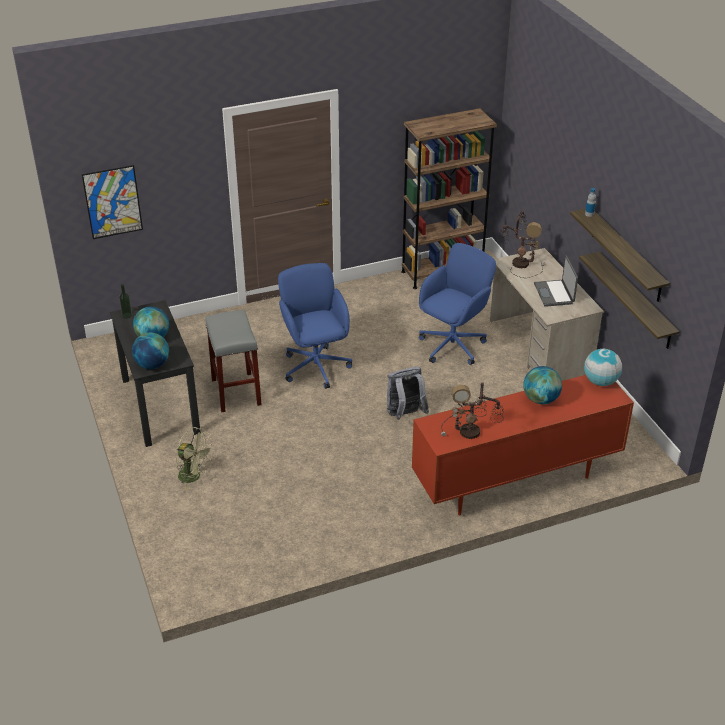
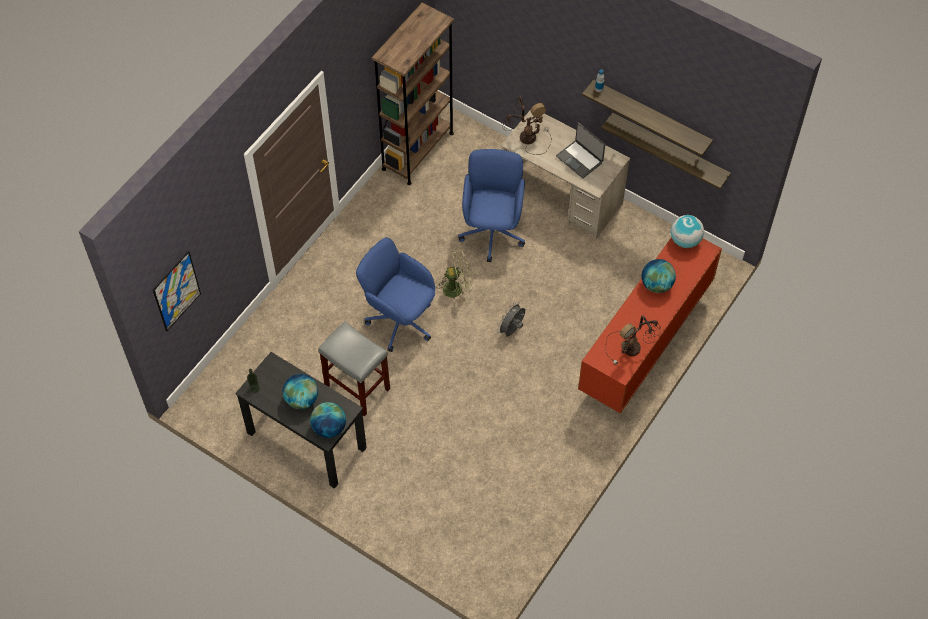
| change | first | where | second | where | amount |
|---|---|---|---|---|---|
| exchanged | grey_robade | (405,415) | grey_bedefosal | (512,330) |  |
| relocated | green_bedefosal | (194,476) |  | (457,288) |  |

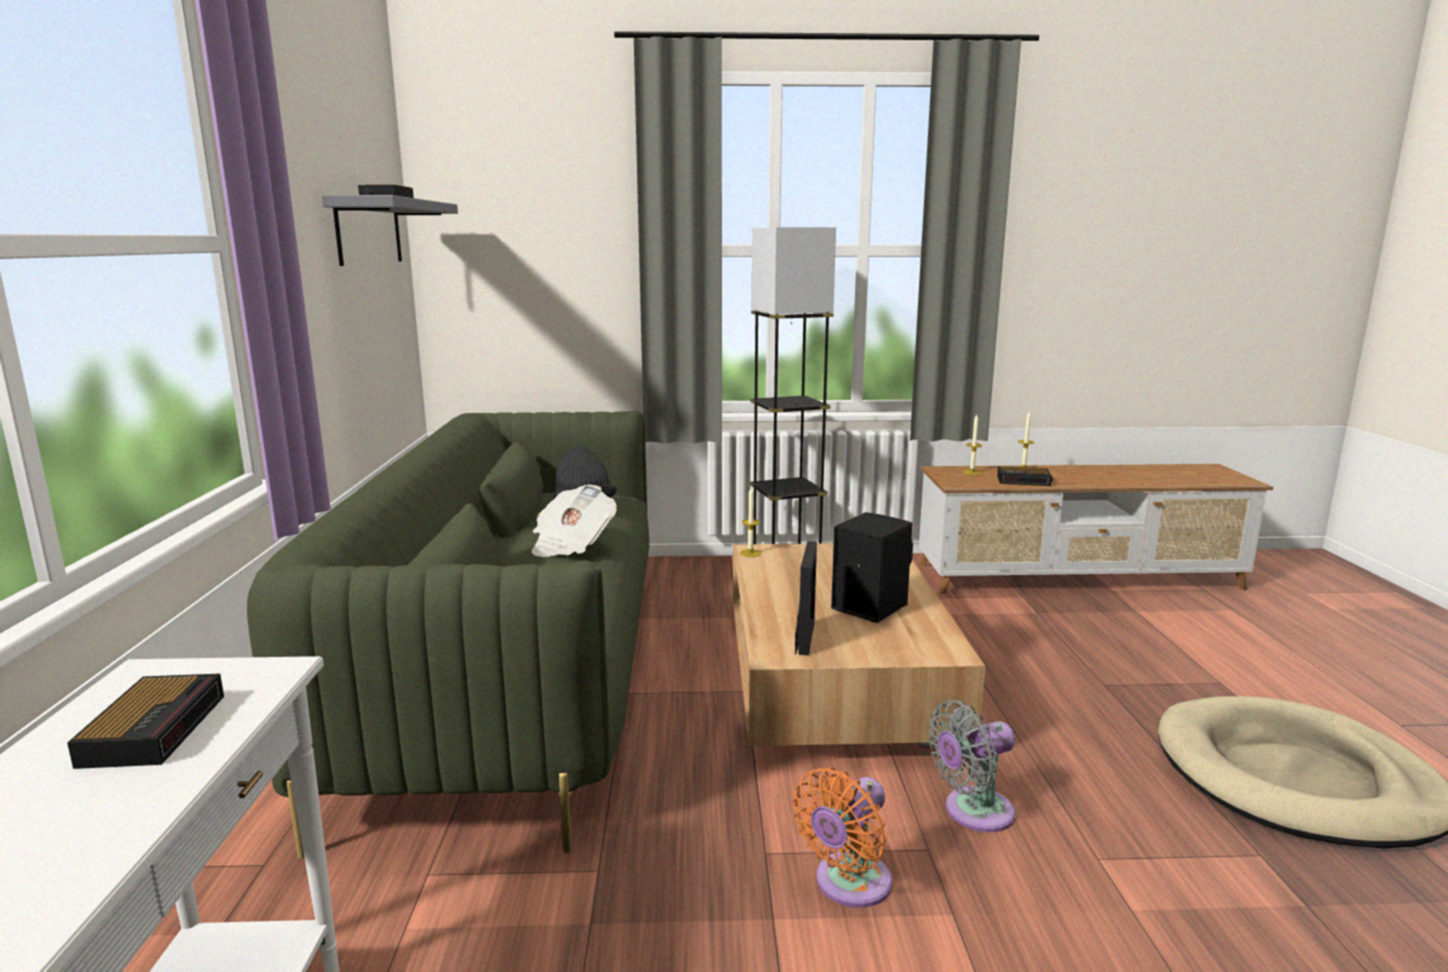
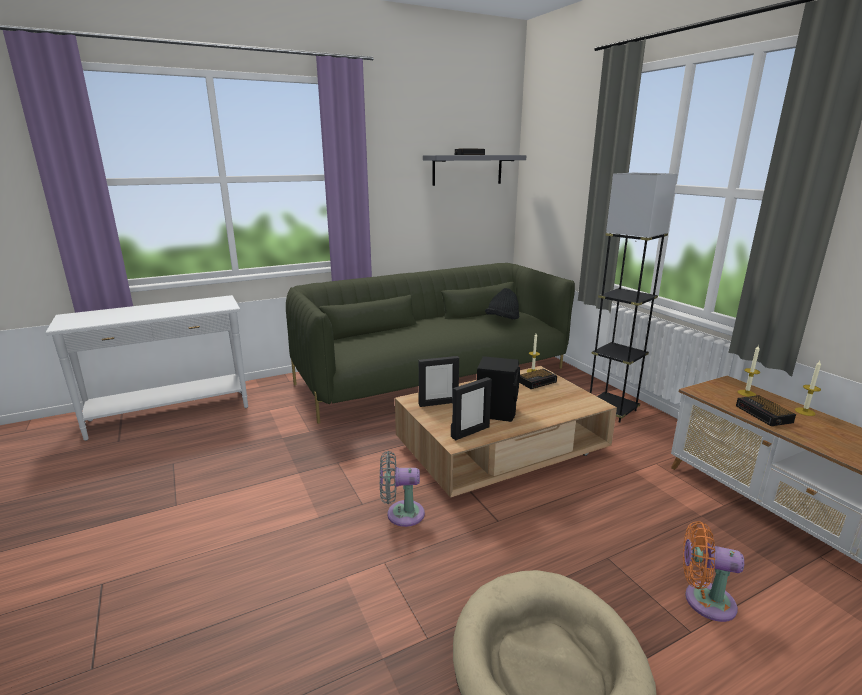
| change | first | where | second | where | amount |
|---|---|---|---|---|---|
| missing | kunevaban | (571,544) |  |  |  |
| relocated | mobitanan | (156,728) |  | (537,381) |  |
| spun | grey_bedefosal | (972,812) |  | (401,514) | 45 degrees counterclockwise |
| relocated | orange_bedefosal | (848,885) |  | (704,600) |  |
| appeared |  |  | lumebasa | (470,432) |  |

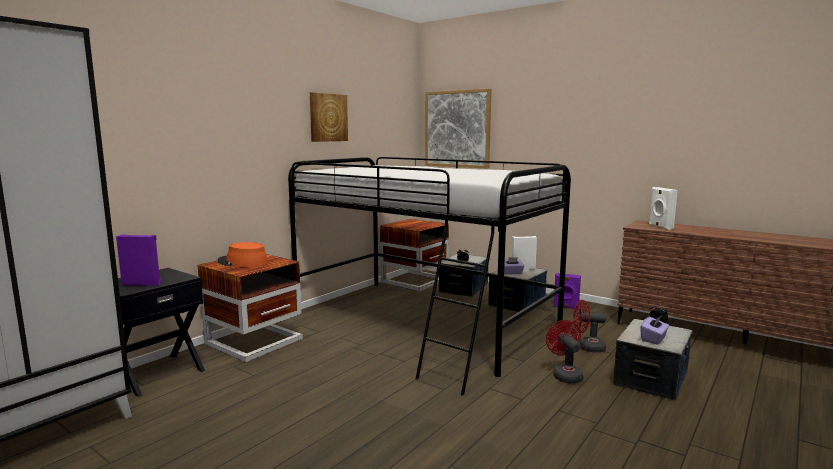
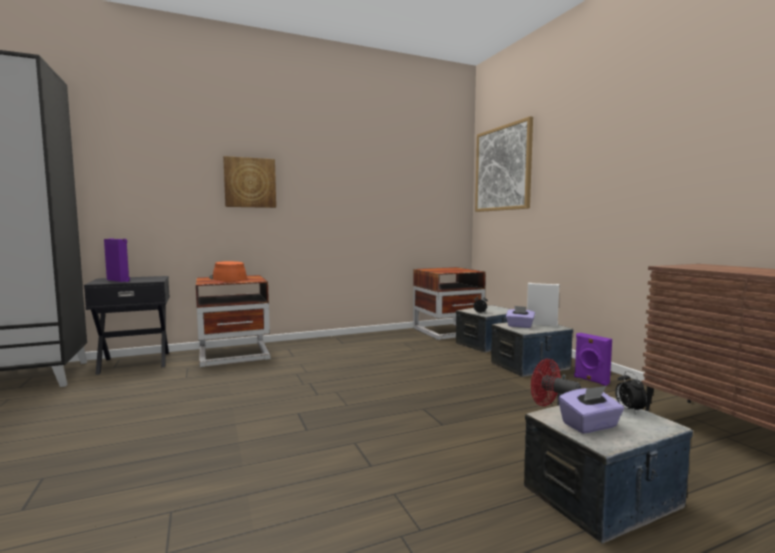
| change | first | where | second | where | amount |
|---|---|---|---|---|---|
| relocated | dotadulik | (328,117) |  | (250,182) |  |
| missing | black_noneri | (424,321) |  |  |  |
| missing | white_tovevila | (660,227) |  |  |  |
| missing | red_bedefosal | (565,375) |  |  |  |

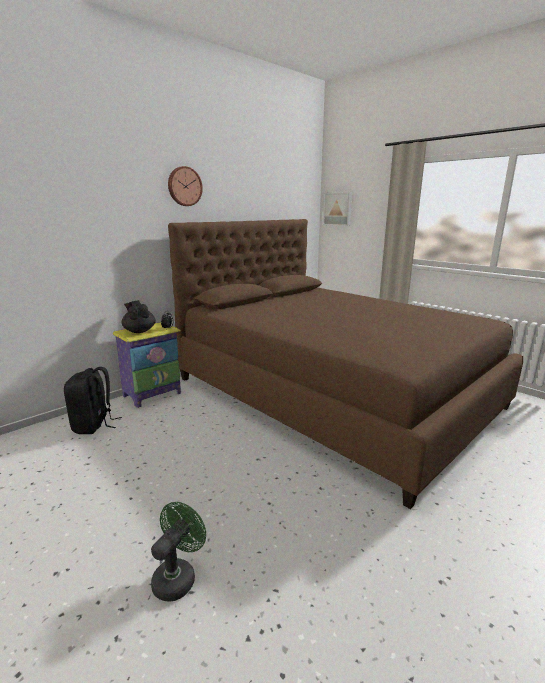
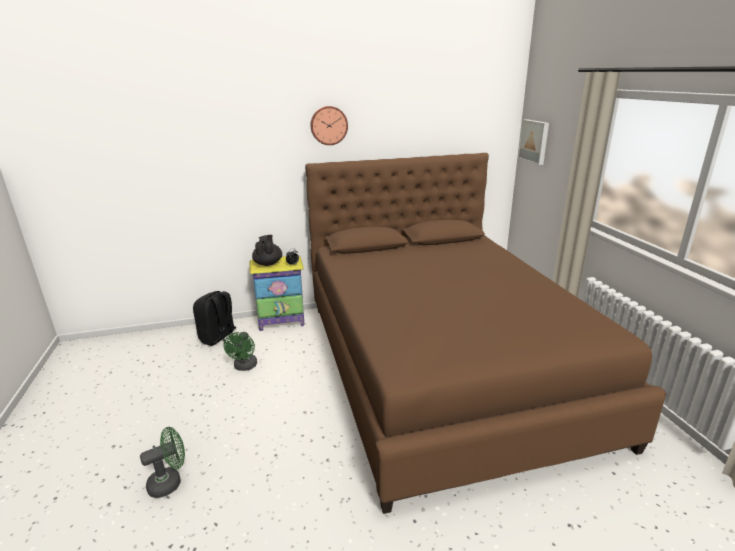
| change | first | where | second | where | amount |
|---|---|---|---|---|---|
| appeared |  |  | green_bedefosal | (245,367) |  |

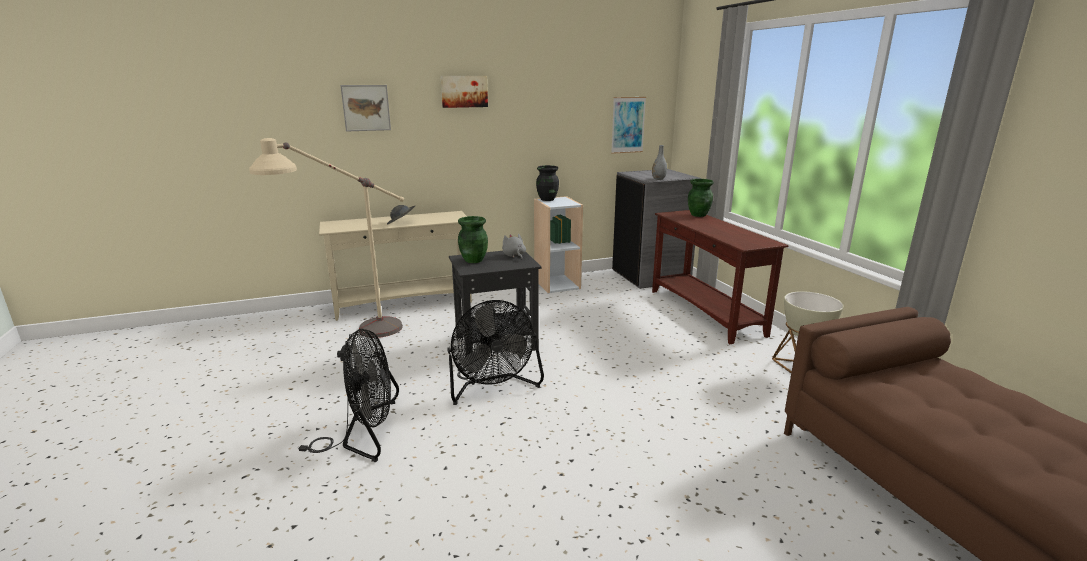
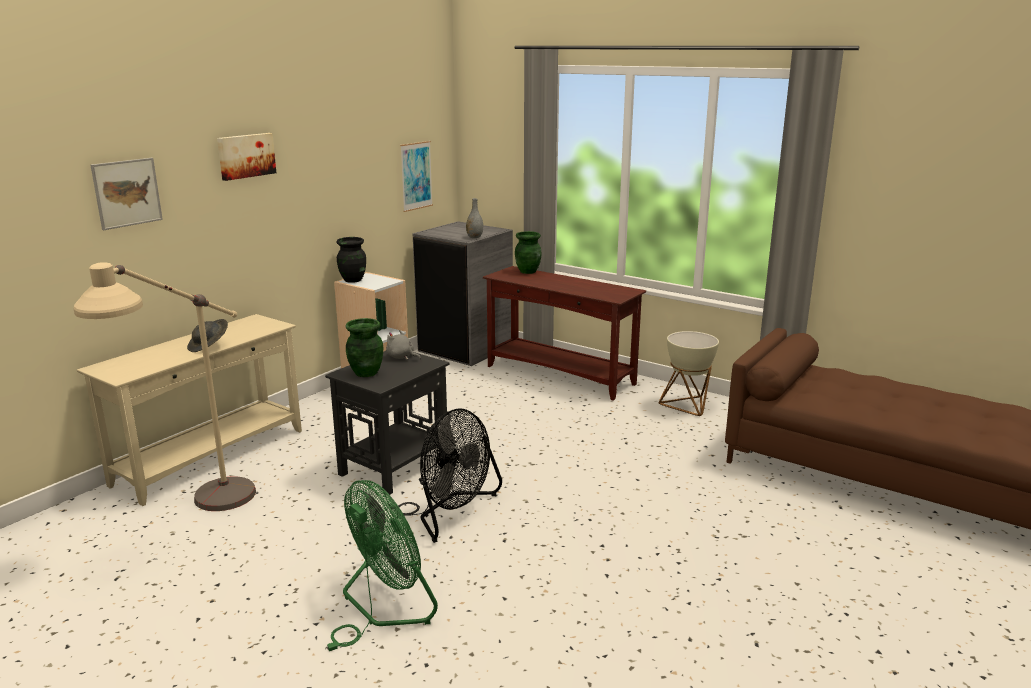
| change | first | where | second | where | amount |
|---|---|---|---|---|---|
| colour | black_bedefosal | (363,433) | green_bedefosal | (377,605) |  |

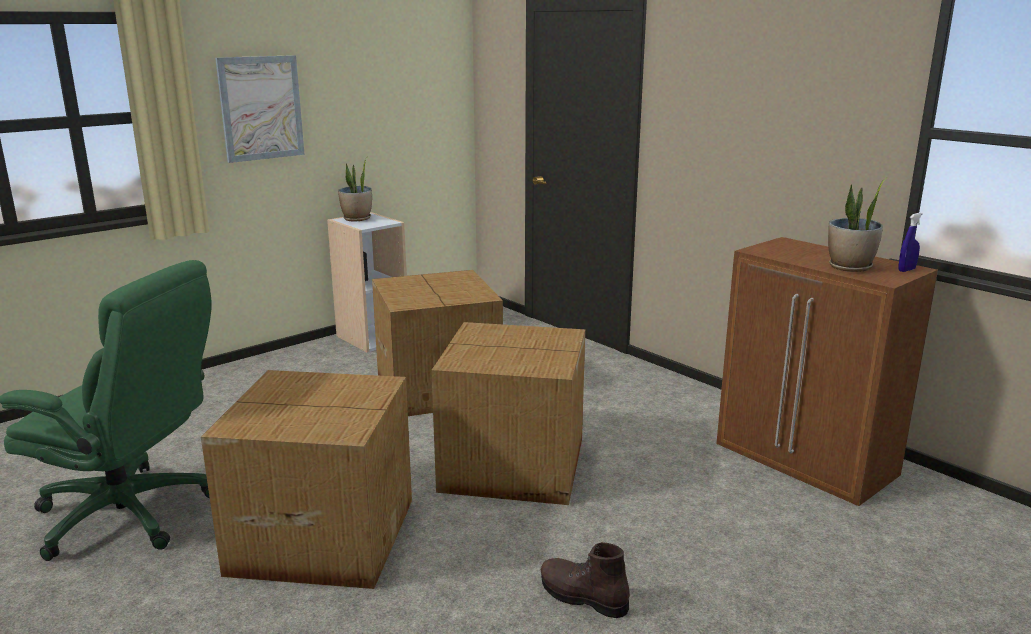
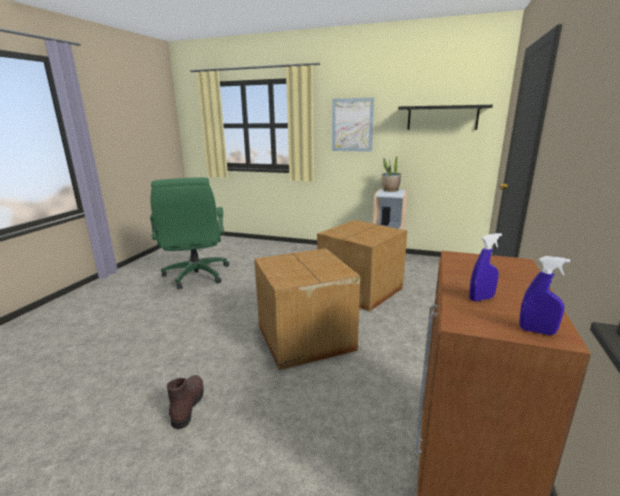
| change | first | where | second | where | amount |
|---|---|---|---|---|---|
| exchanged | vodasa | (850,267) | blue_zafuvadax | (481,298) |  |
| missing | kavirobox | (322,534) |  |  |  |
| appeared |  |  | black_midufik | (442,117) |  |

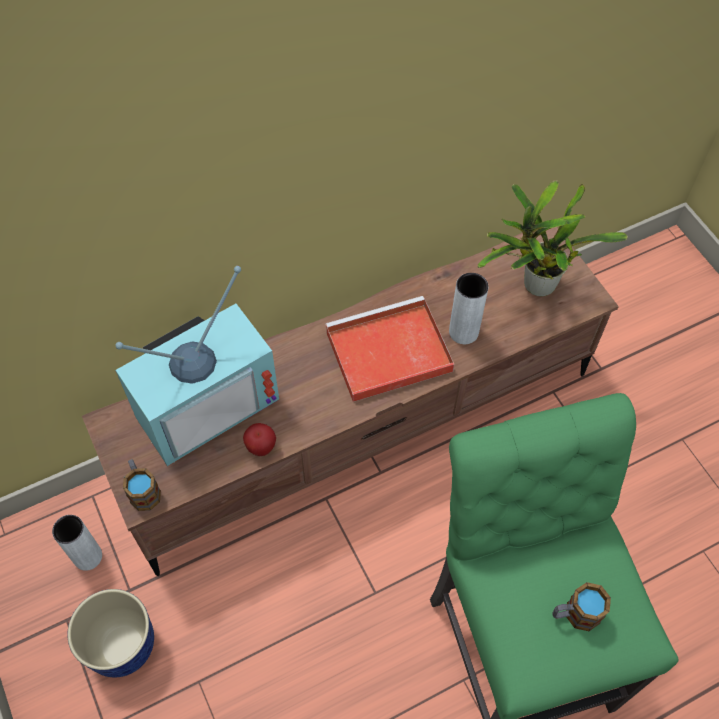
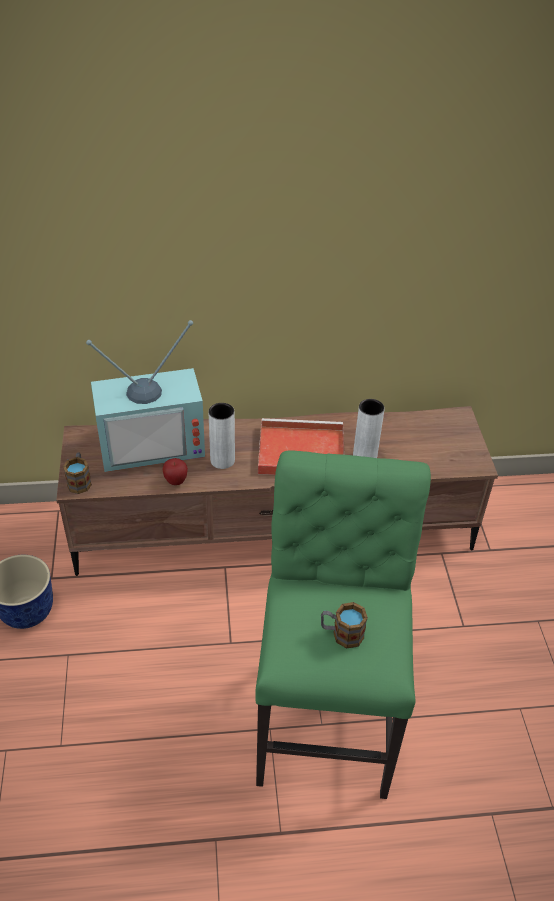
| change | first | where | second | where | amount |
|---|---|---|---|---|---|
| missing | vodasa | (533,285) |  |  |  |
| relocated | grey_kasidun | (88,556) |  | (222,460) |  |

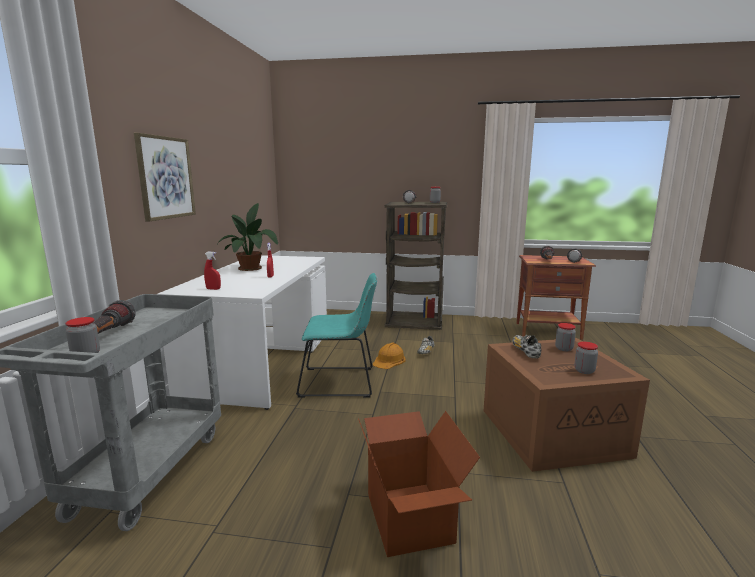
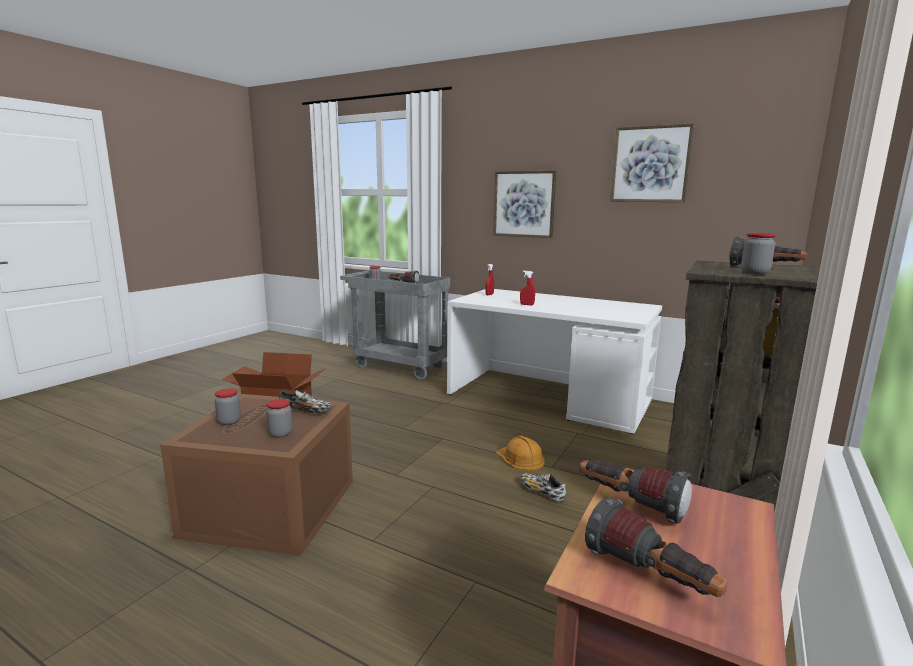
| change | first | where | second | where | amount |
|---|---|---|---|---|---|
| missing | vodasa | (252,268) |  |  |  |
| missing | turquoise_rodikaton | (341,382) |  |  |  |
| appeared |  |  | dotadulik | (650,164) |  |

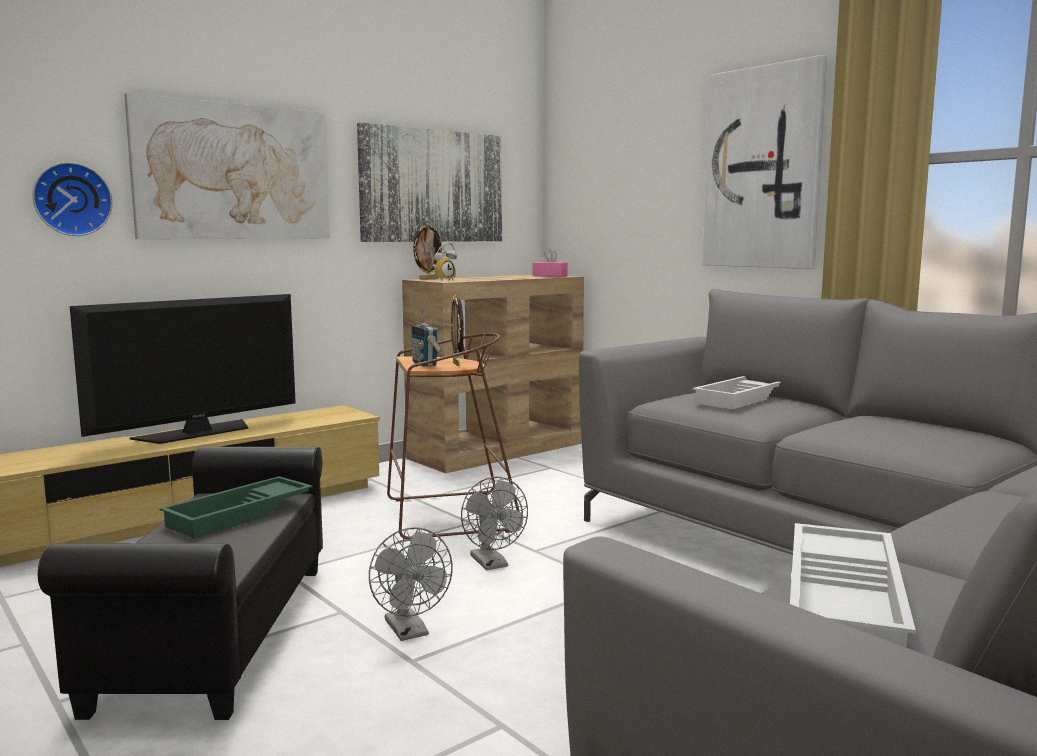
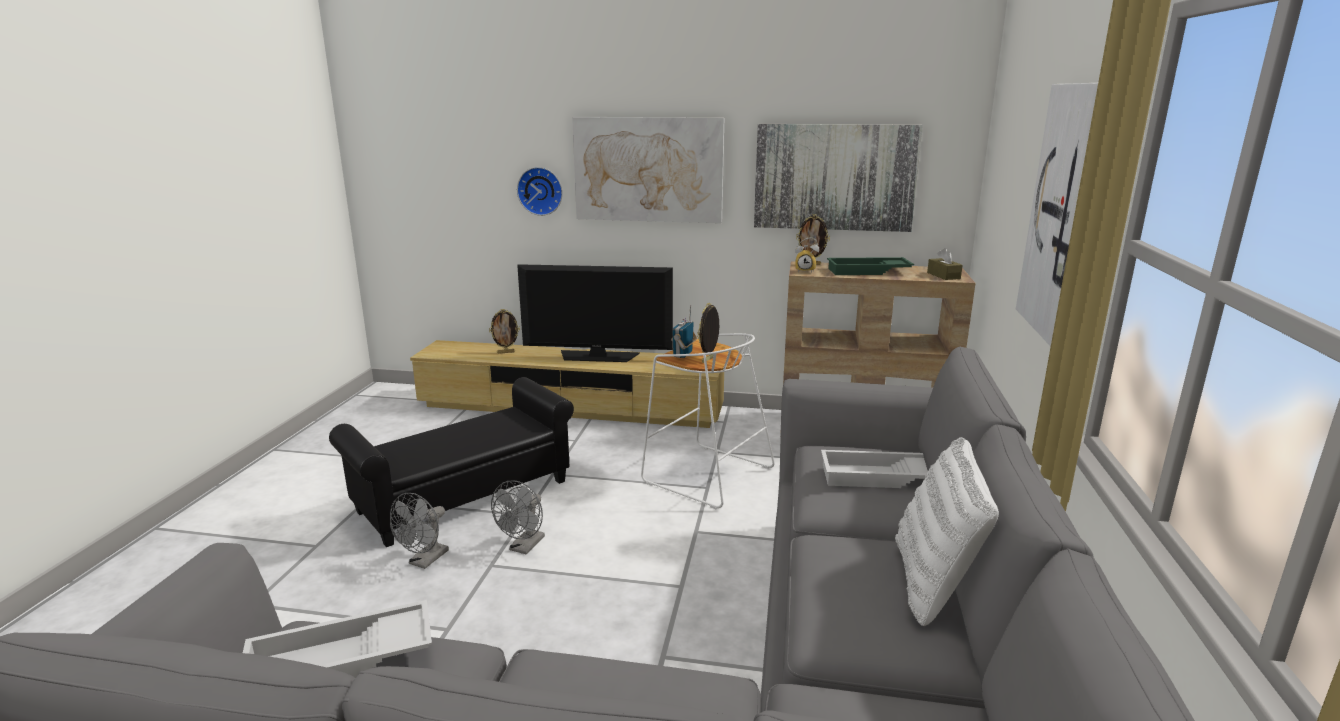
| change | first | where | second | where | amount |
|---|---|---|---|---|---|
| colour | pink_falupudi | (550,276) | brown_falupudi | (943,275) |  |
| colour | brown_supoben | (448,516) | white_supoben | (705,475) |  |
| relocated | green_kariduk | (240,515) |  | (868,271) |  |
| relocated | grey_bedefosal | (492,564) |  | (425,561) |  |
| appeared |  |  | lumebasa | (506,352) |  |
| appeared |  |  | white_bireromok | (933,586) |  |

